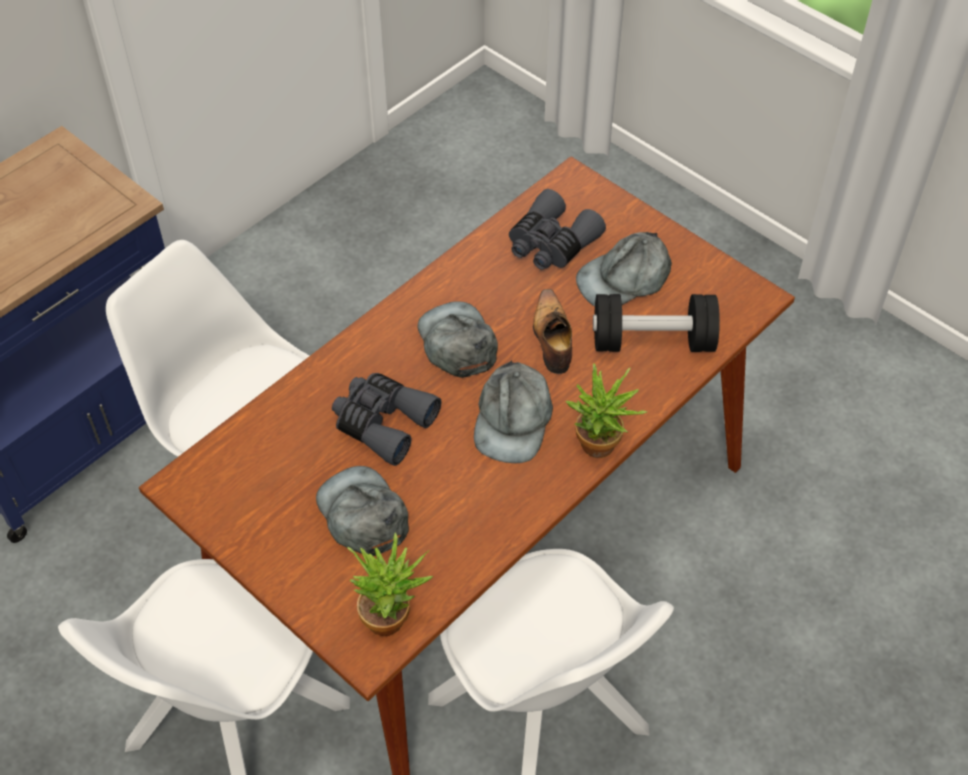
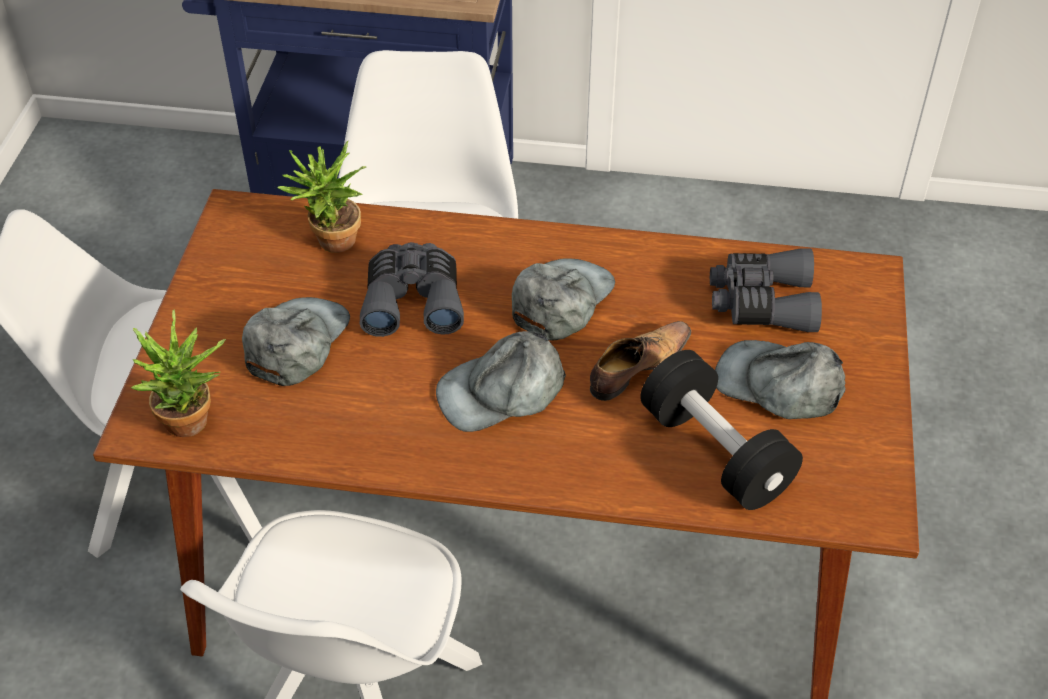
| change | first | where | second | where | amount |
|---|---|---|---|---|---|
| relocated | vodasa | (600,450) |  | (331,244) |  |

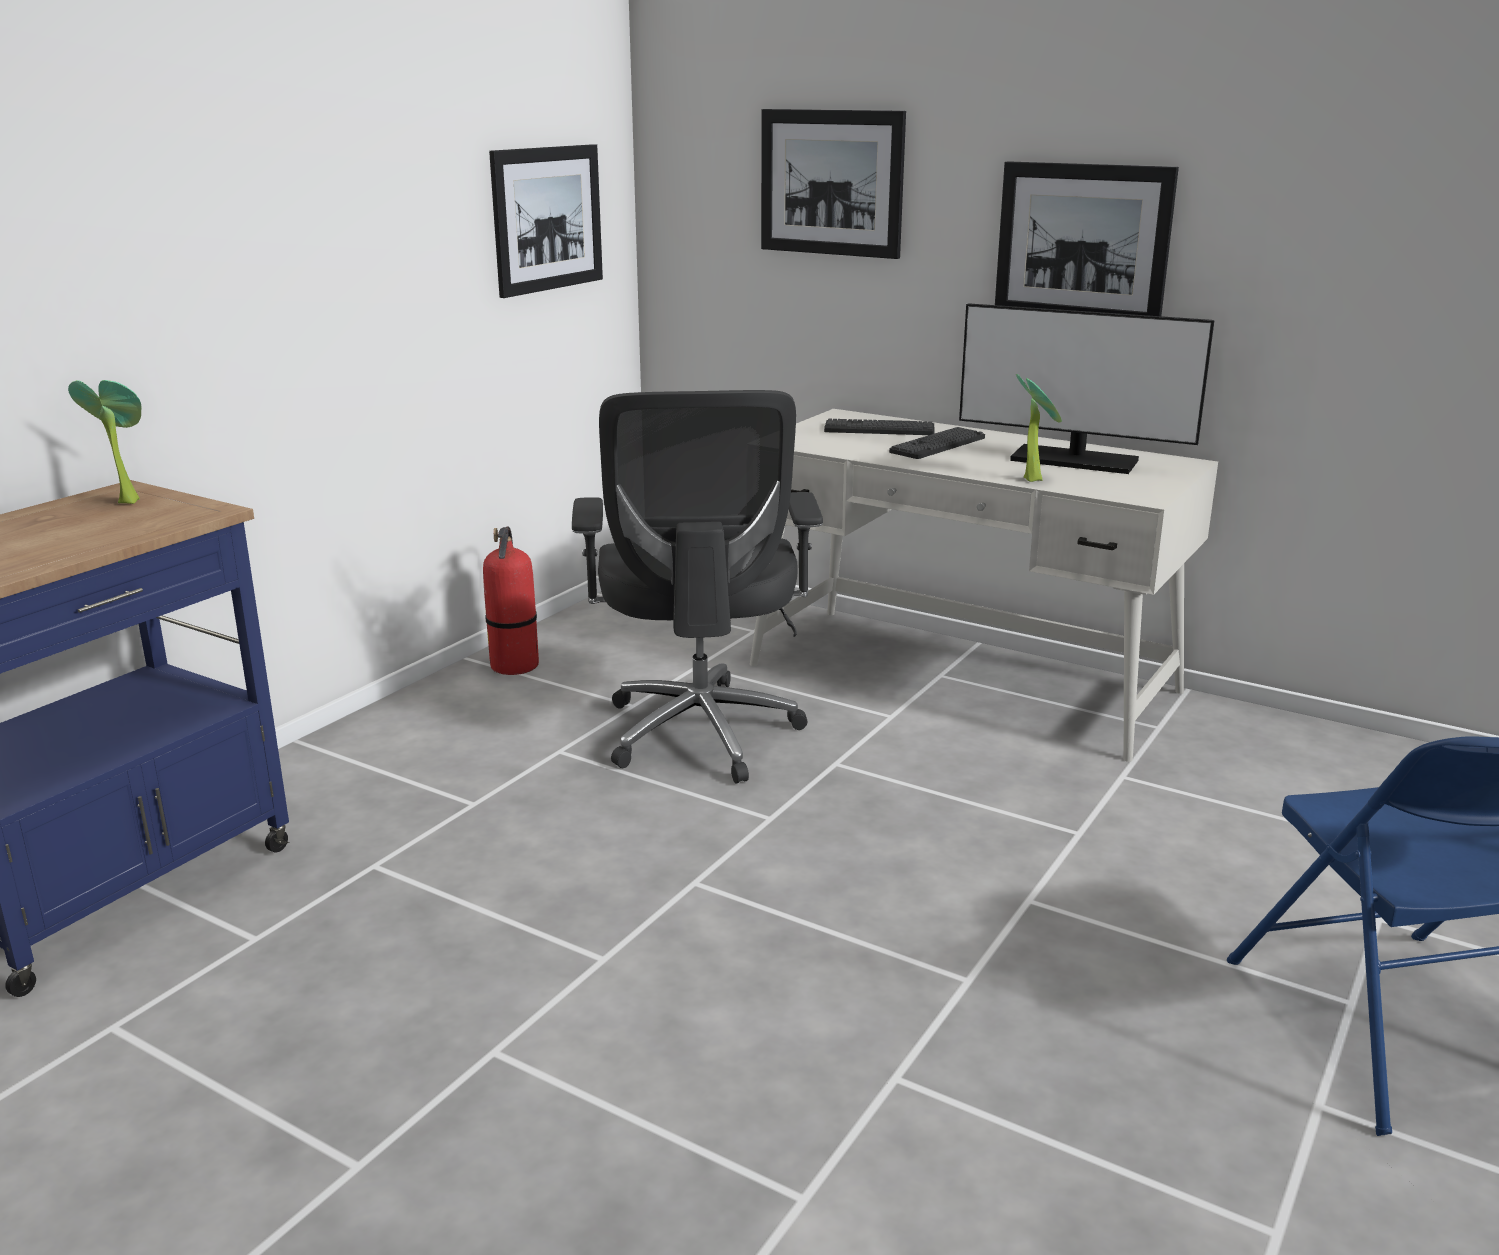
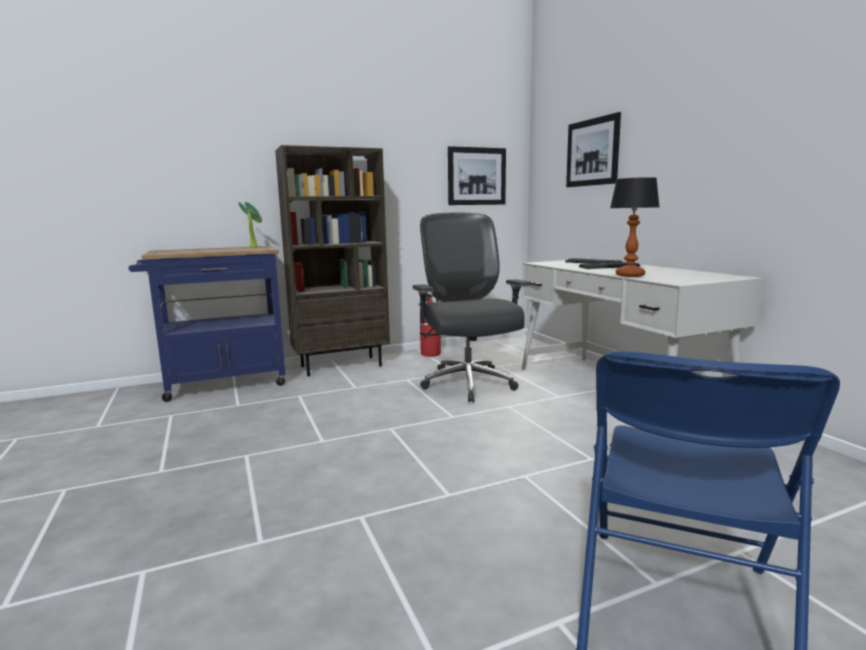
| change | first | where | second | where | amount |
|---|---|---|---|---|---|
| missing | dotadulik | (1082,242) |  |  |  |
| missing | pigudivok | (1074,460) |  |  |  |
| exchanged | vodasa | (1033,479) | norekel | (630,275) |  |
| spun | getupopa | (700,730) |  | (468,384) | 135 degrees clockwise |
| appeared |  |  | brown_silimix | (341,366) |  |

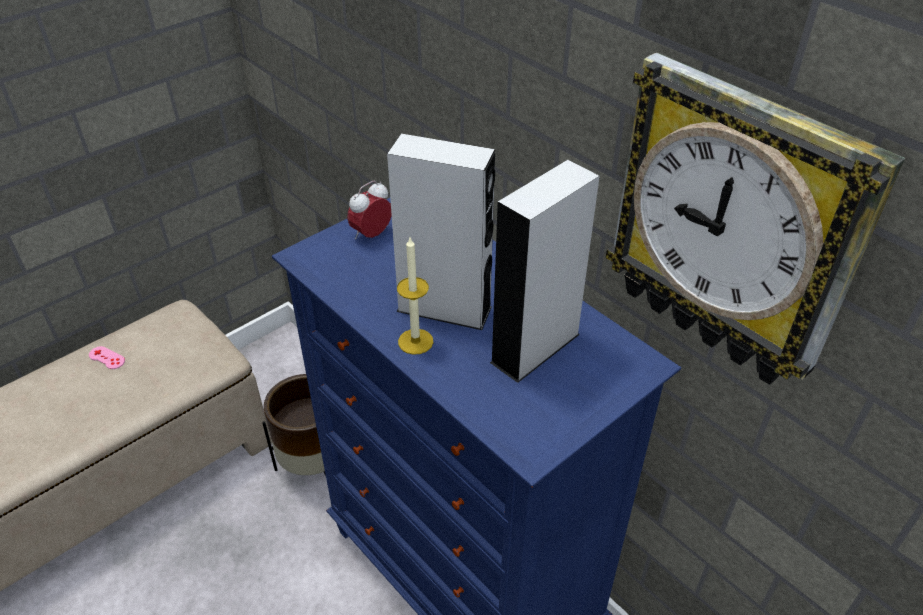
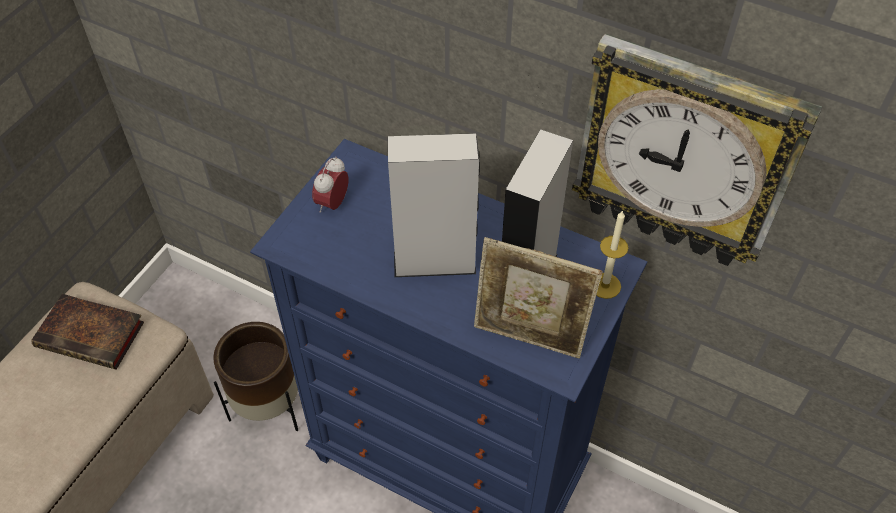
| change | first | where | second | where | amount |
|---|---|---|---|---|---|
| relocated | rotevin | (415,341) |  | (605,285) |  |
| missing | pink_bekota | (107,358) |  |  |  |
| appeared |  |  | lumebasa | (529,337) |  |
| appeared |  |  | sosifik | (93,335) |  |

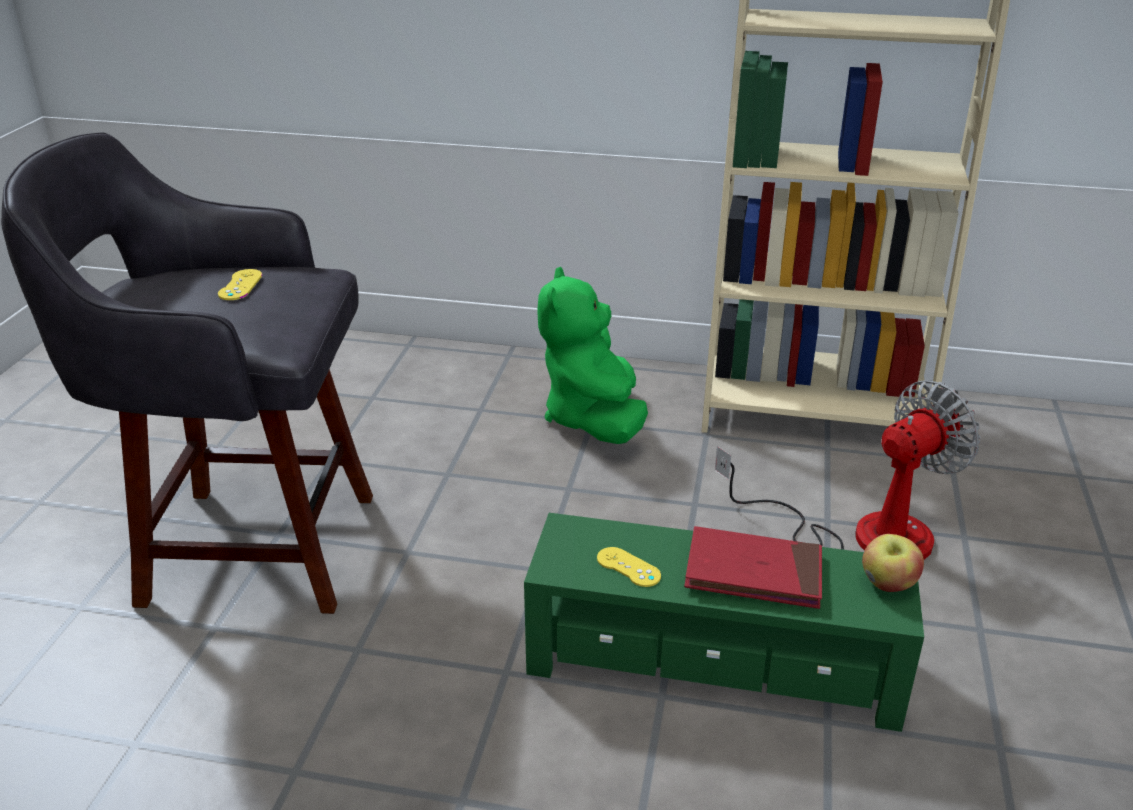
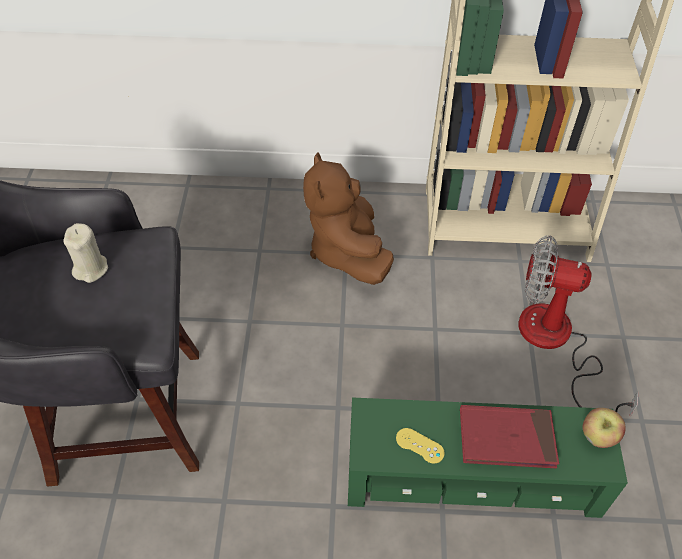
| change | first | where | second | where | amount |
|---|---|---|---|---|---|
| colour | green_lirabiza | (593,419) | brown_lirabiza | (346,251) |  |
| exchanged | yellow_bekota | (240,285) | beige_rotevin | (91,268) |  |
| spun | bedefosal | (863,534) |  | (555,343) | 120 degrees counterclockwise |

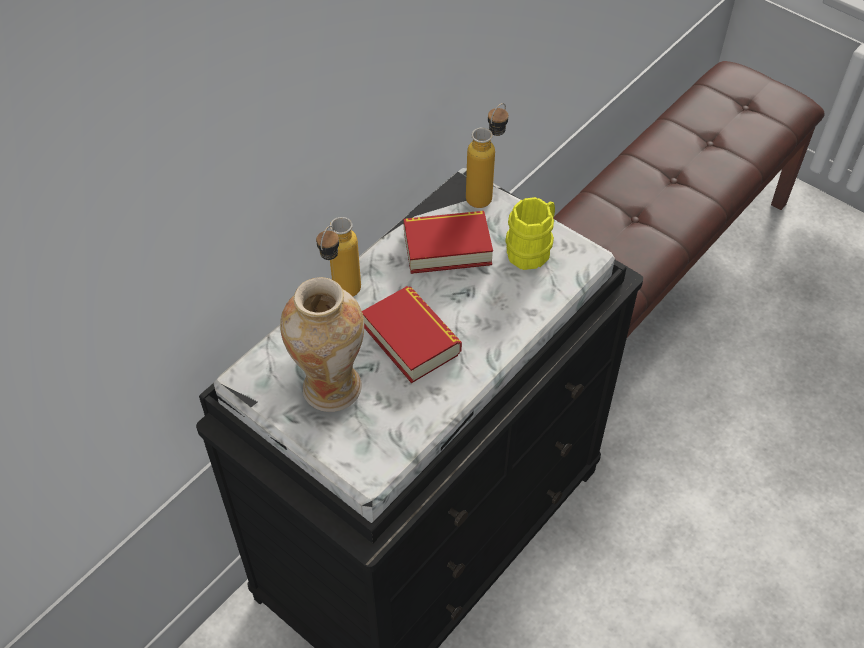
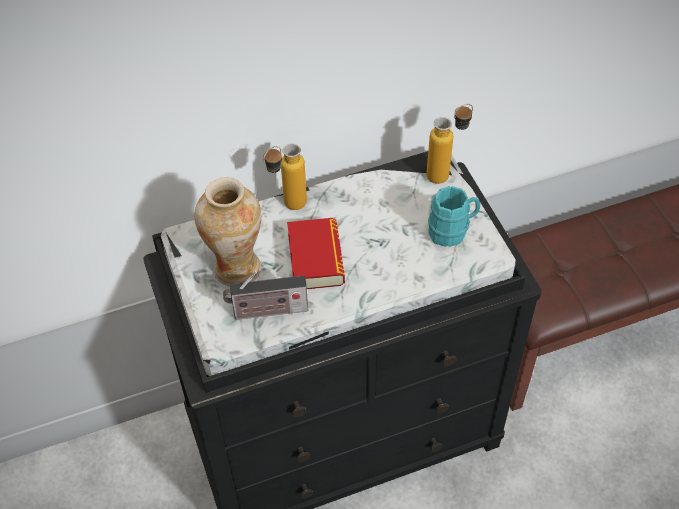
| change | first | where | second | where | amount |
|---|---|---|---|---|---|
| colour | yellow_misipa | (532,248) | turquoise_misipa | (453,230) |  |
| missing | sosifik | (447,247) |  |  |  |
| appeared |  |  | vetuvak | (267,311) |  |

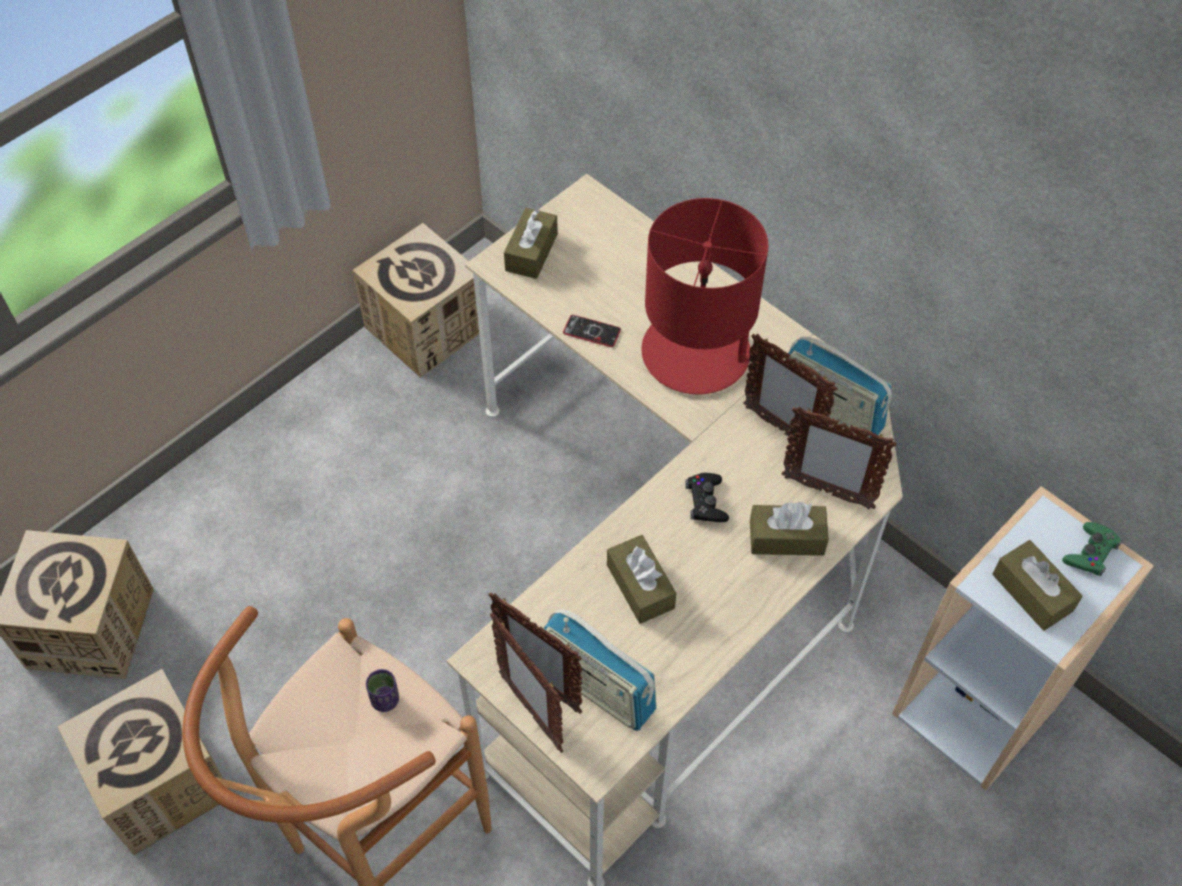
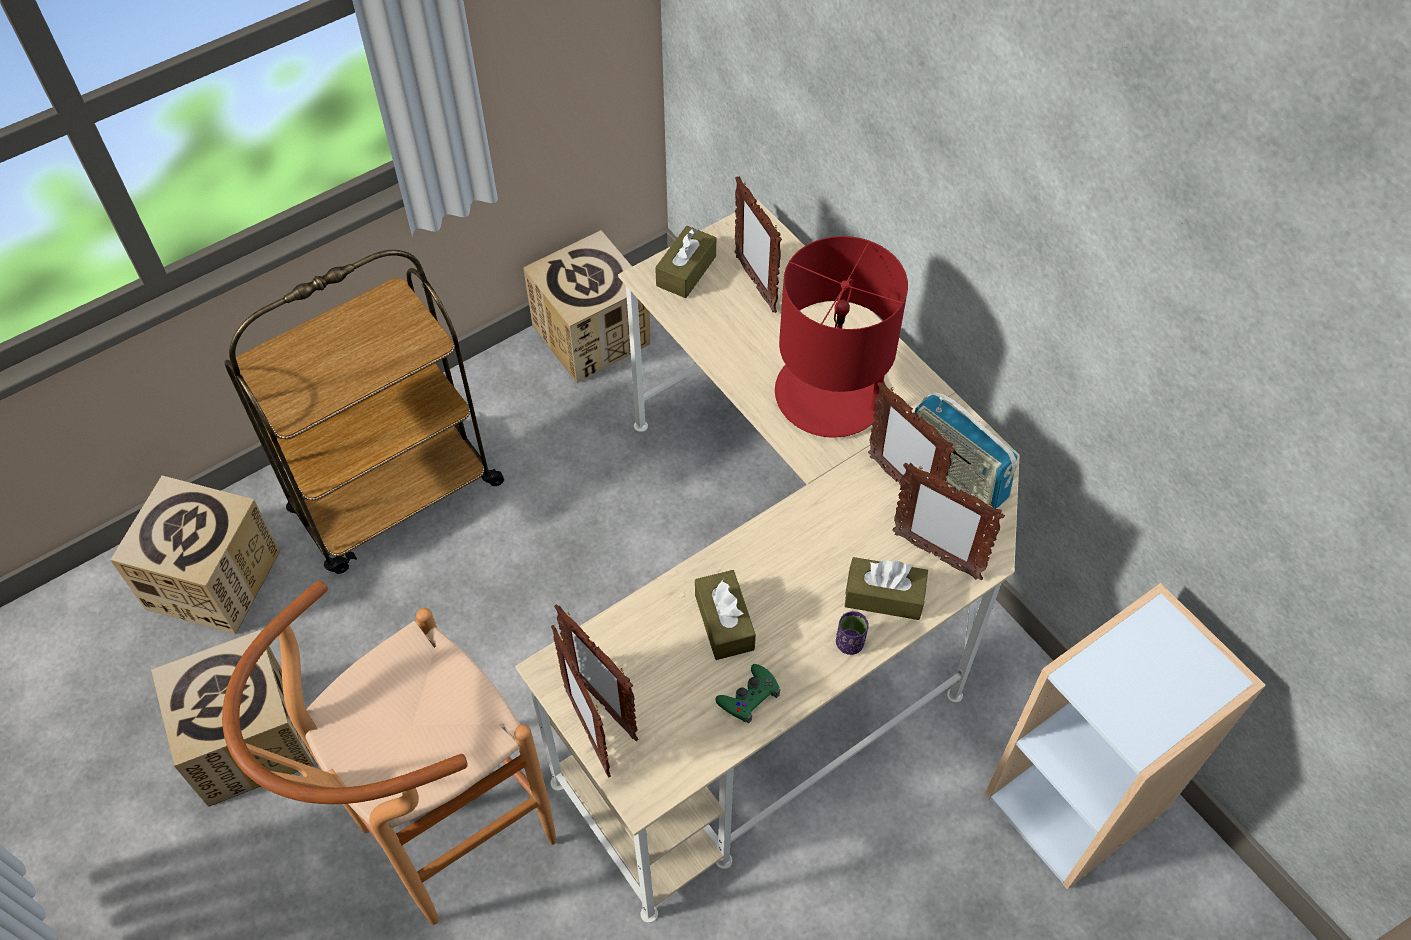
| change | first | where | second | where | amount |
|---|---|---|---|---|---|
| missing | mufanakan | (591,332) |  |  |  |
| missing | black_bekota | (706,502) |  |  |  |
| relocated | green_bekota | (1090,553) |  | (749,697) |  |
| missing | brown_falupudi | (1032,592) |  |  |  |
| missing | vetuvak | (596,687) |  |  |  |
| relocated | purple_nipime | (385,700) |  | (850,643) |  |
| appeared |  |  | lumebasa | (755,283) |  |
| appeared |  |  | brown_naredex | (395,498) |  |

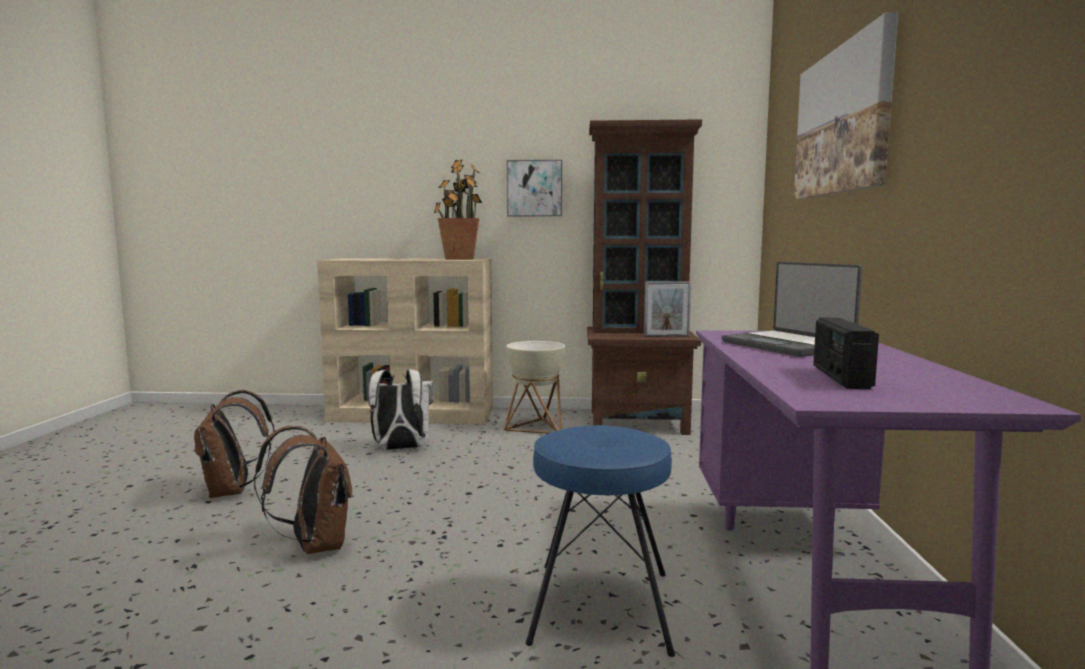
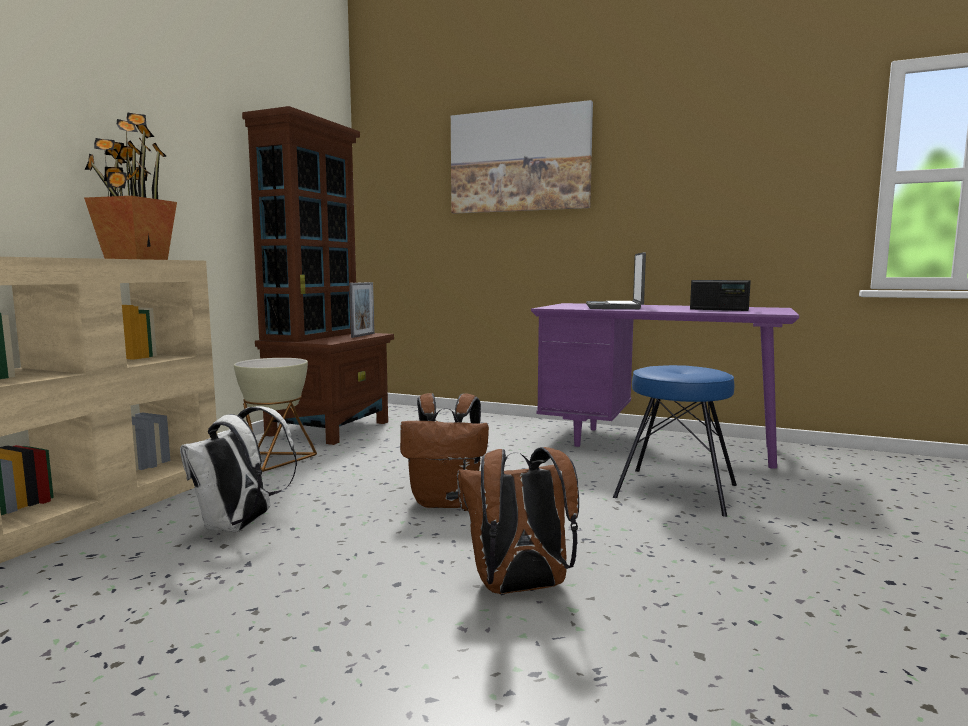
| change | first | where | second | where | amount |
|---|---|---|---|---|---|
| missing | dotadulik | (534,188) |  |  |  |
| spun | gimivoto | (788,346) |  | (615,307) | 105 degrees clockwise |
| relocated | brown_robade | (232,491) |  | (446,501) |  |

